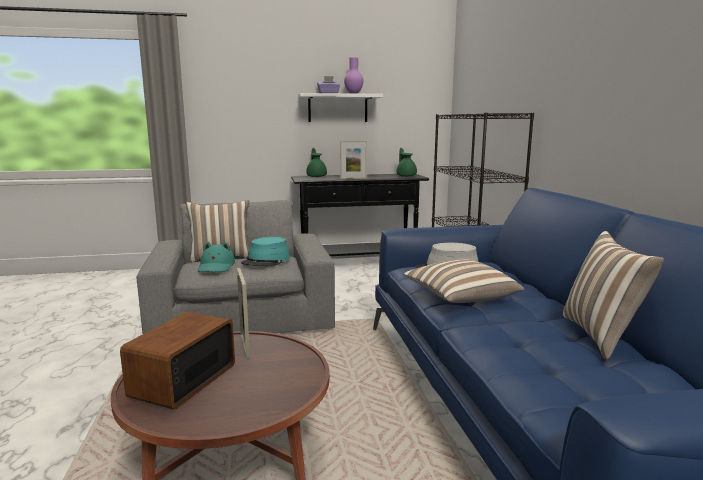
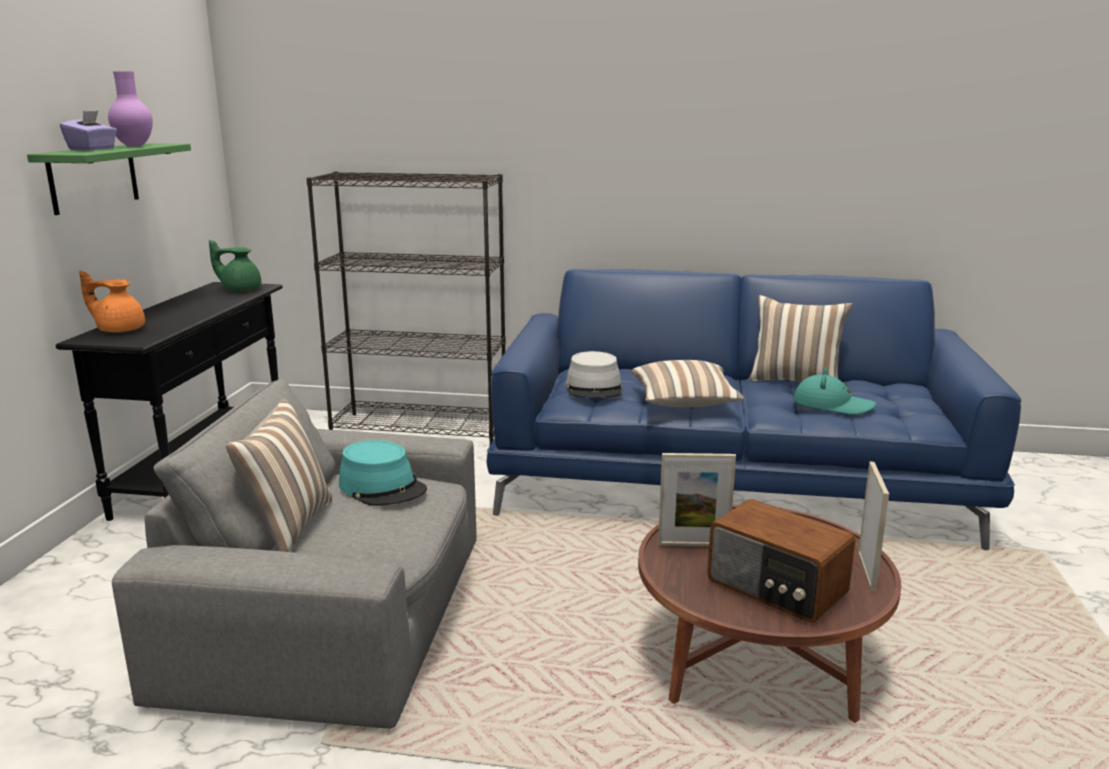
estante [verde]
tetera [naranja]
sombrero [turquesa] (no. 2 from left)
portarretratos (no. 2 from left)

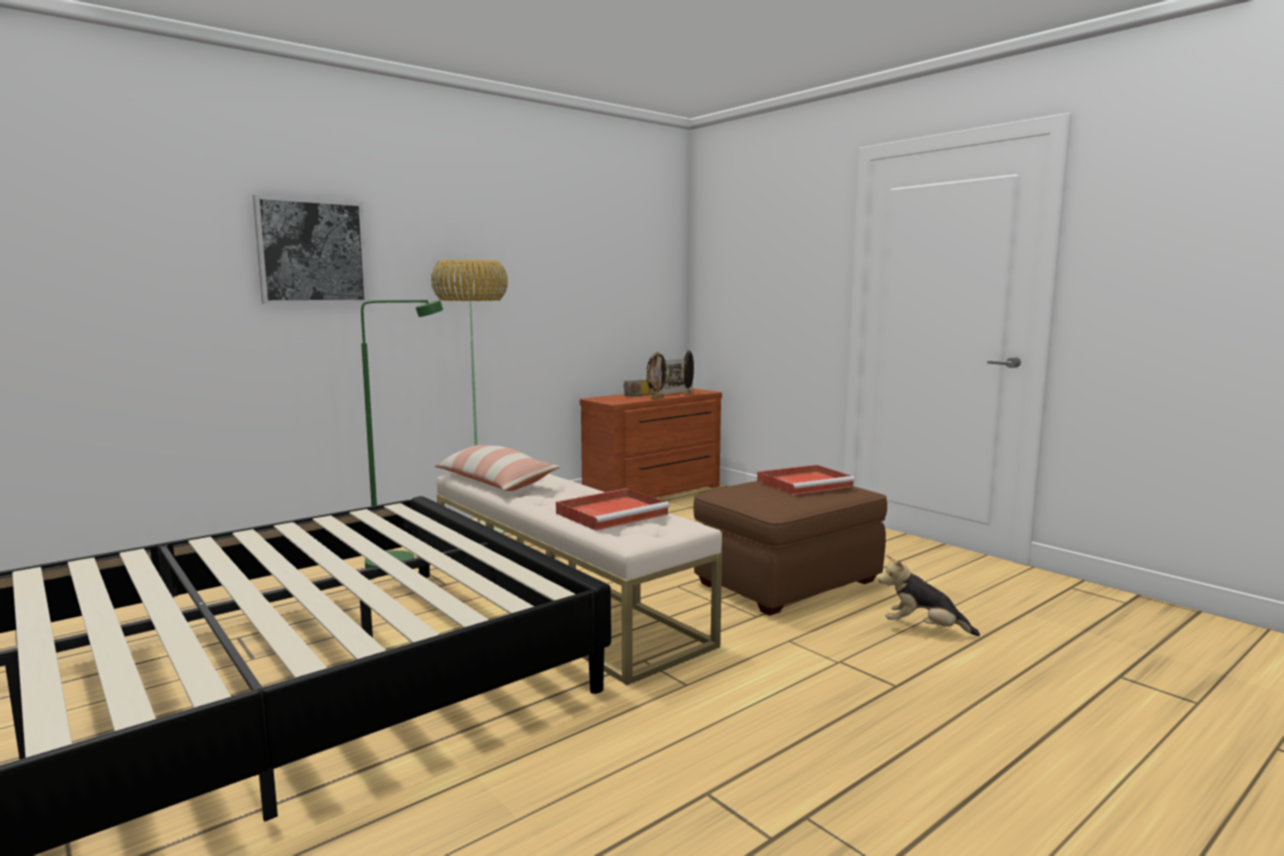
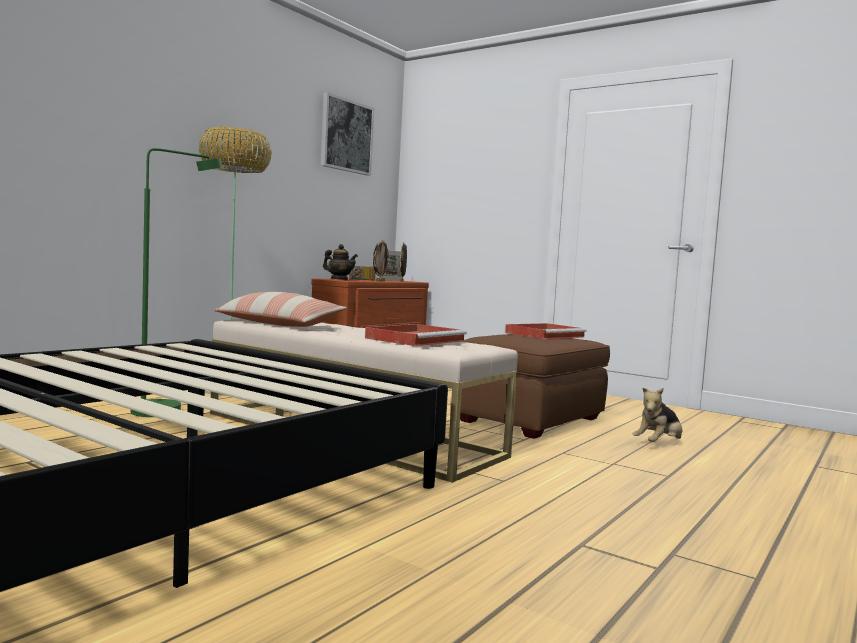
cuadro
tetera
peluche

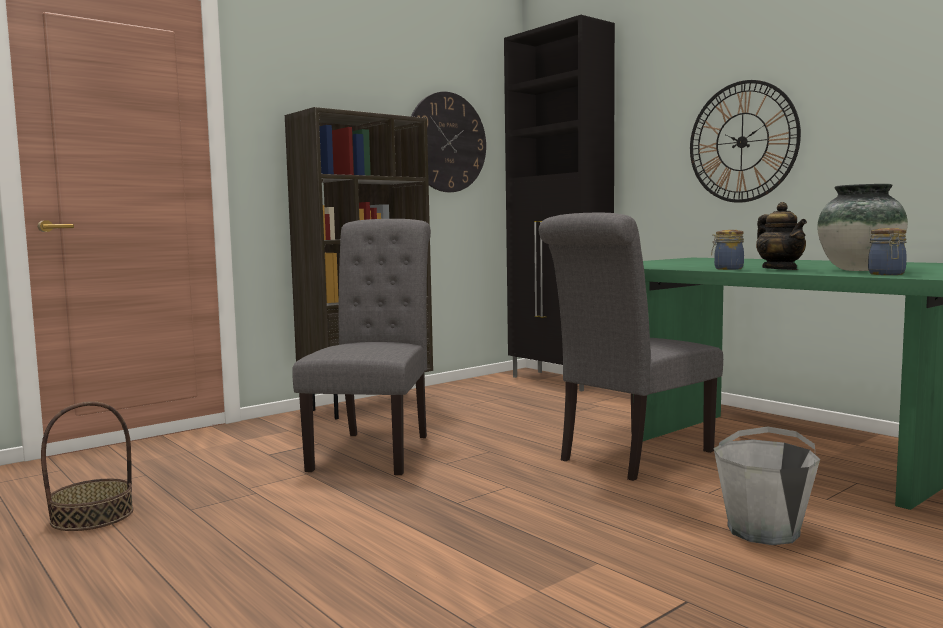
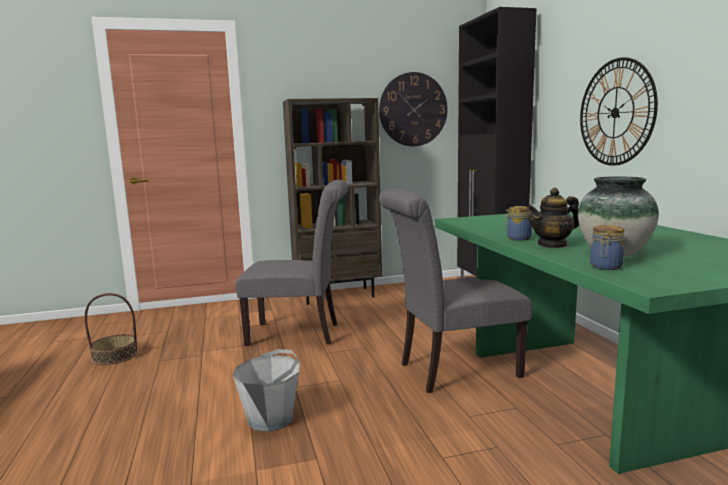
cubo [gris]
silla [gris] (no. 1 from left)
tetera

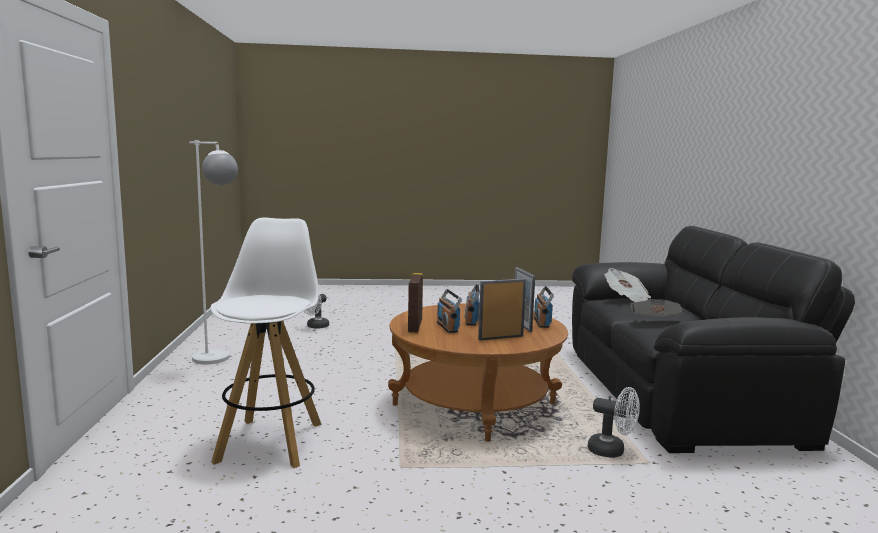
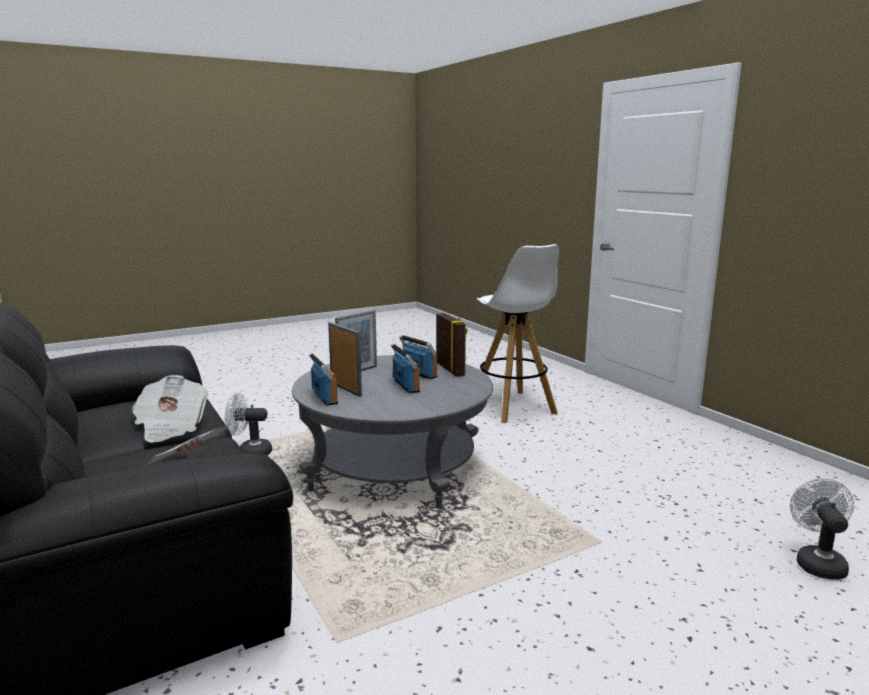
mesa de centro [gris]
lámpara de pie [blanco]

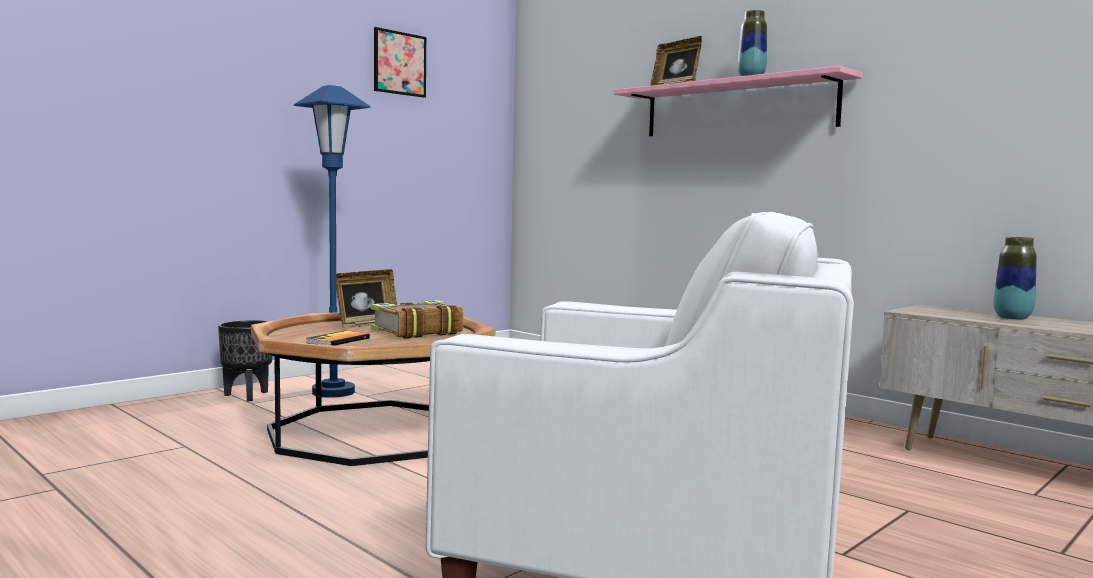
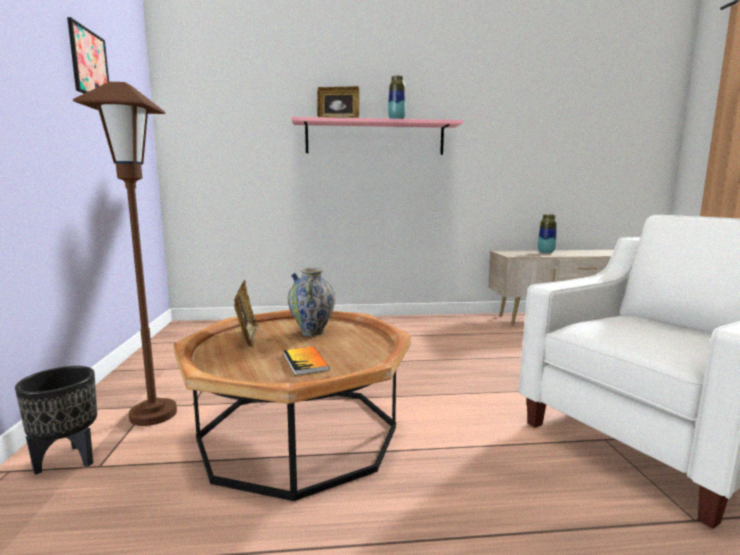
lámpara de pie [marrón]
florero (no. 1 from left)

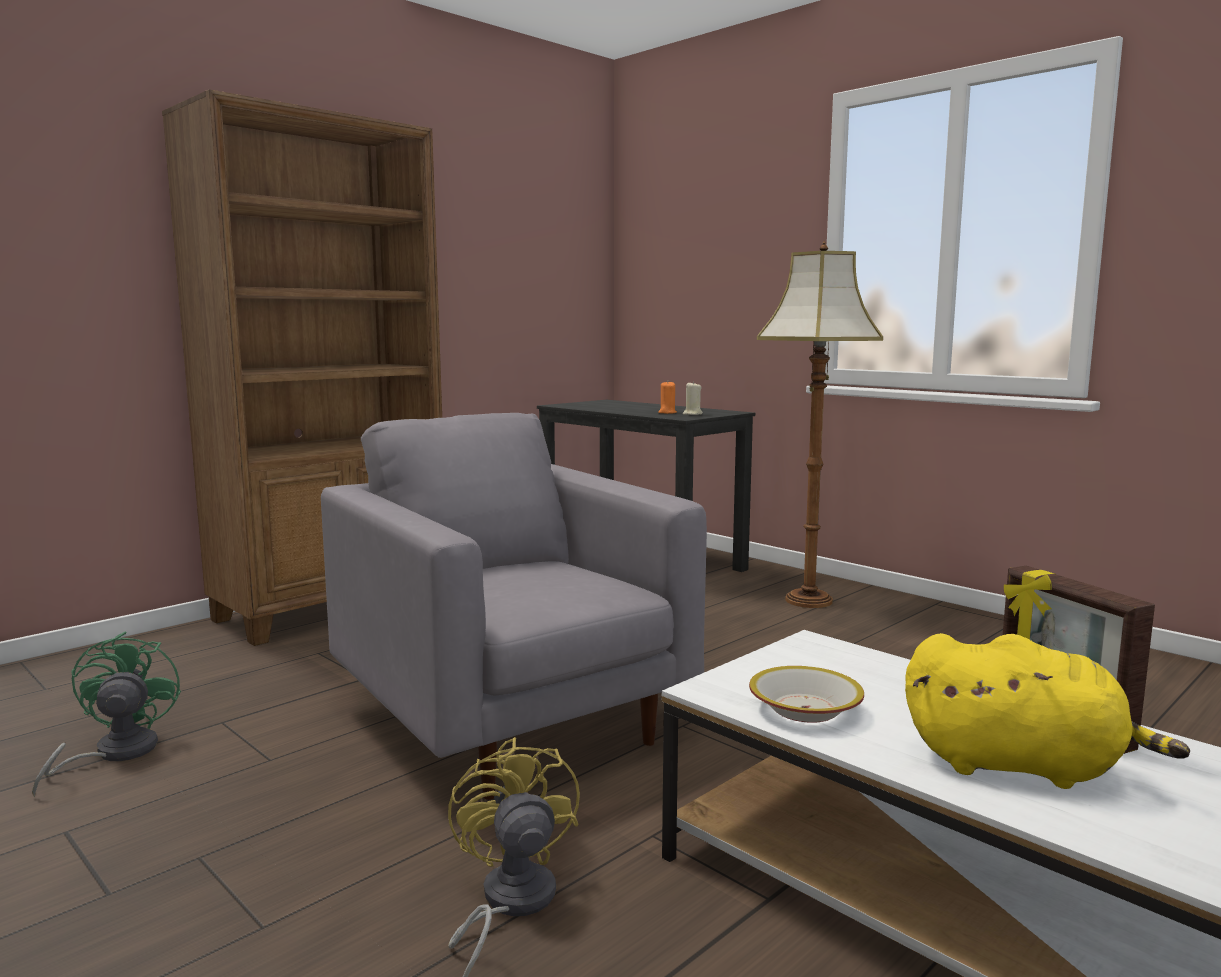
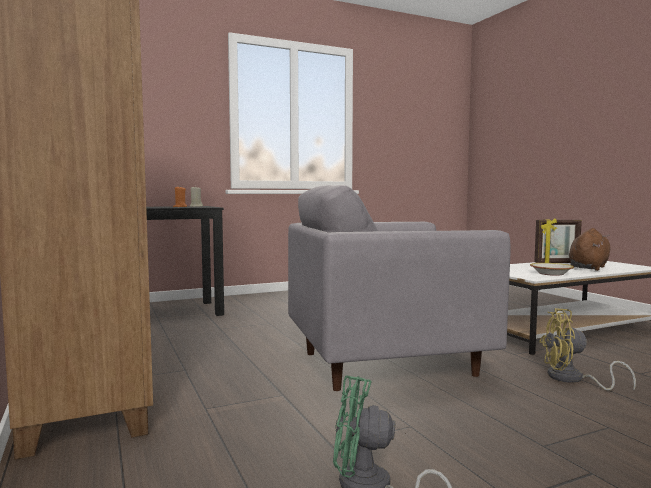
peluche [marrón]
lámpara de pie

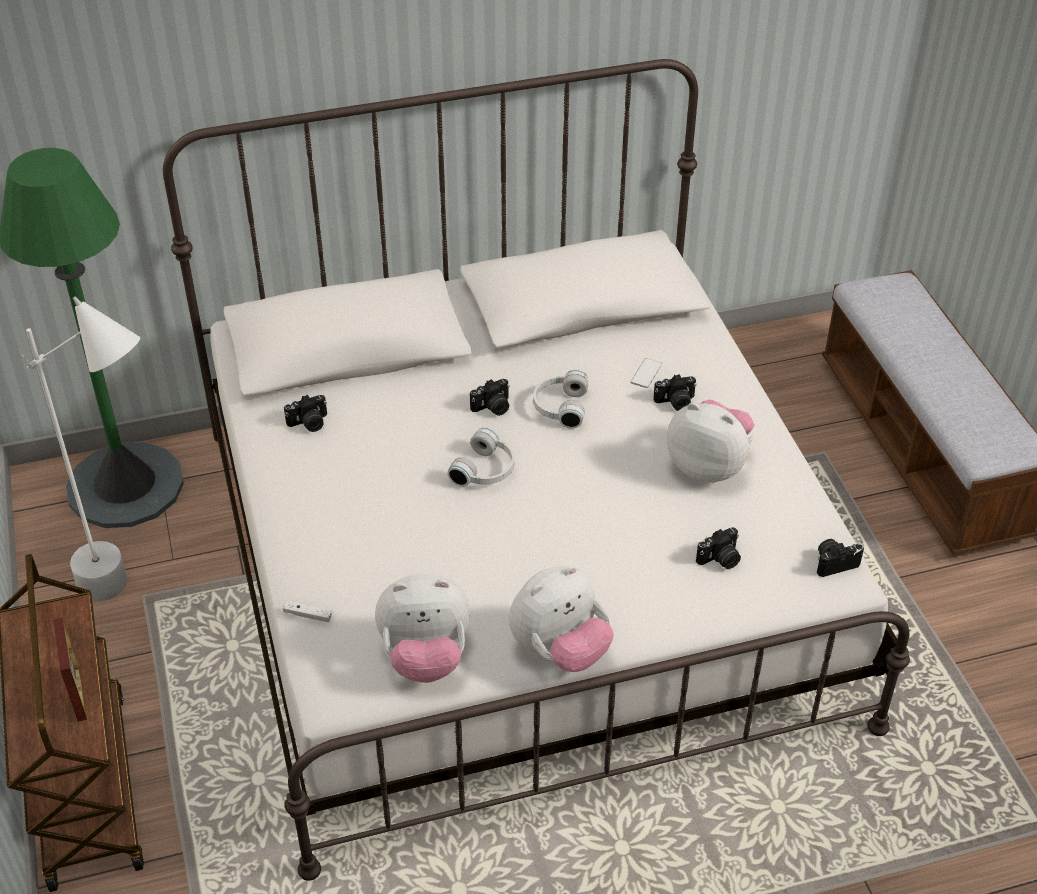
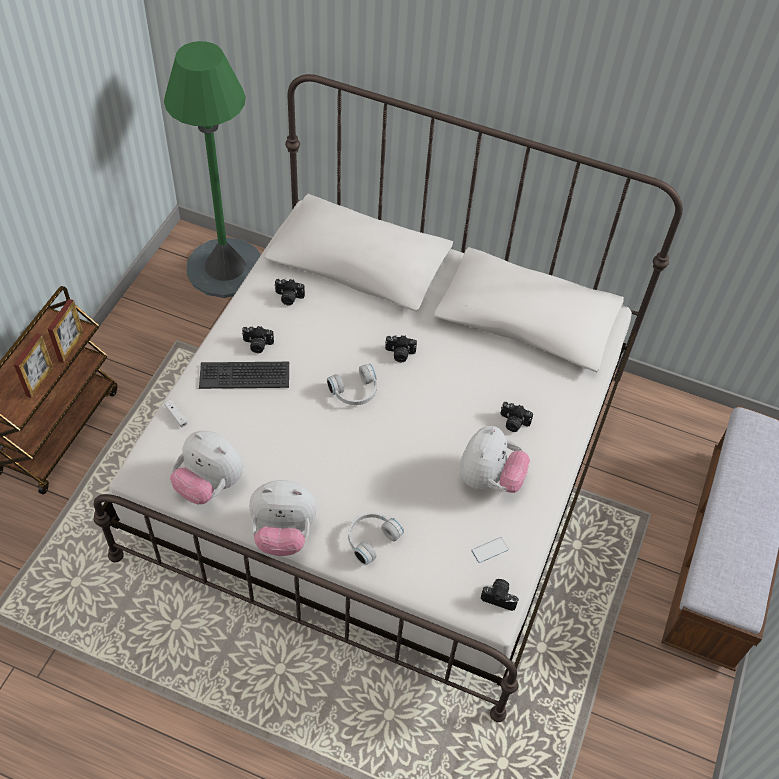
portarretratos (no. 2 from left)
teclado
cámara (no. 1 from left)
auriculares [blanco] (no. 2 from left)
peluche (no. 3 from left)
móvil
lámpara de pie [blanco]

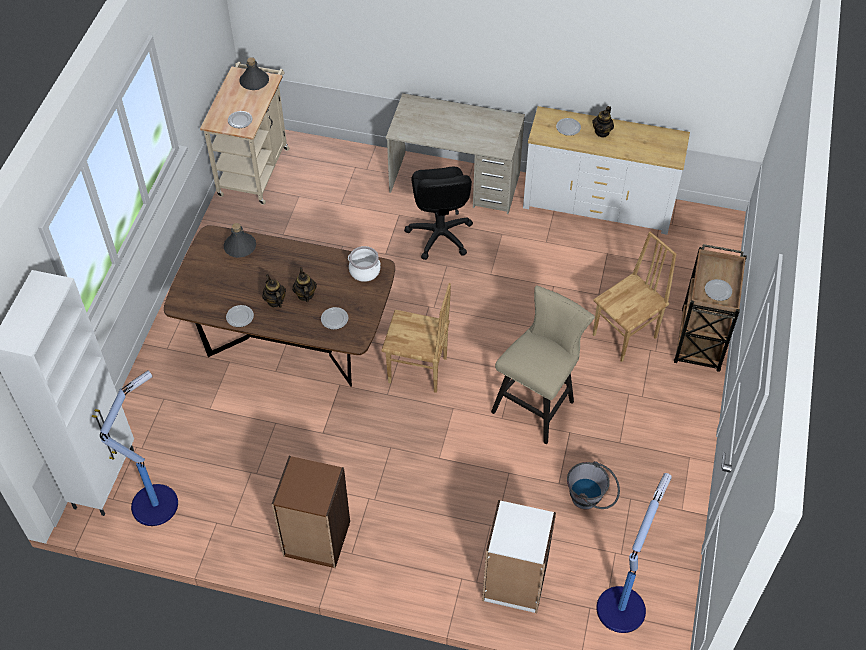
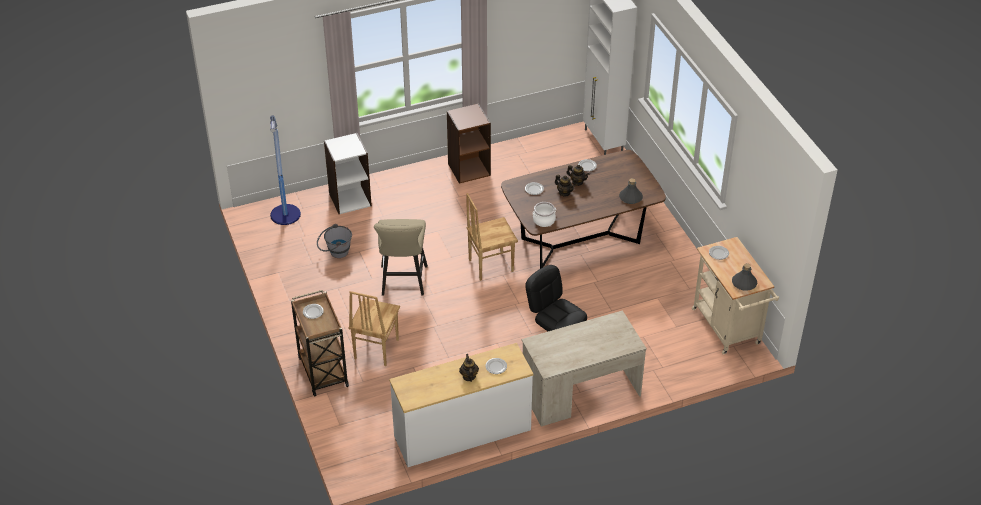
lámpara de pie (no. 1 from left in the first image)

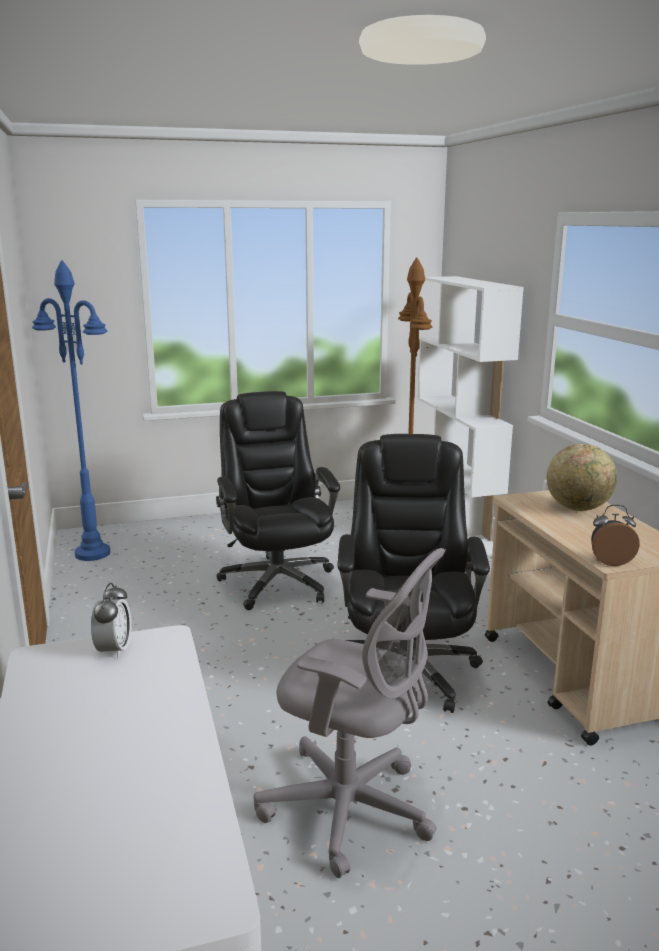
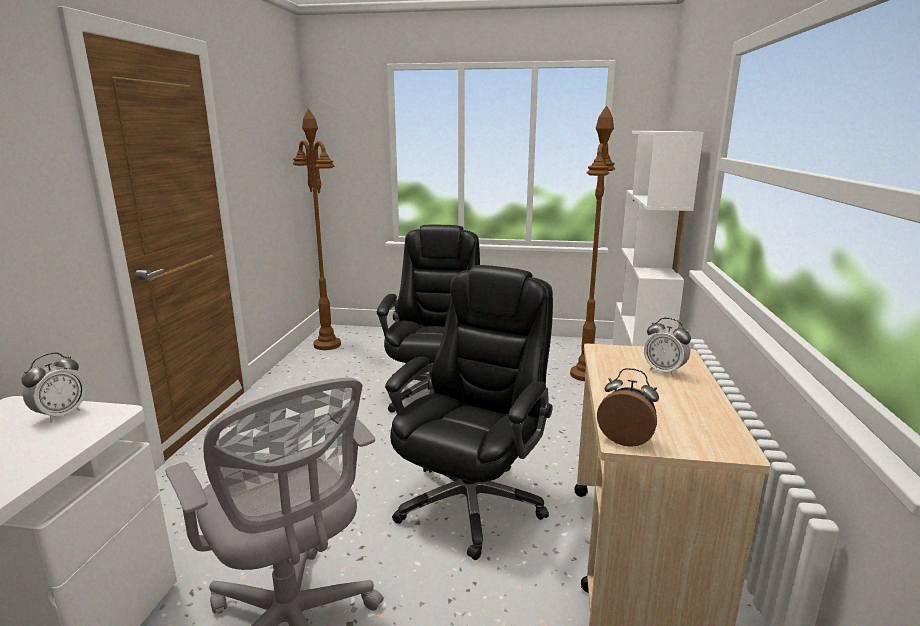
lámpara de pie [marrón] (no. 1 from left)
despertador (no. 3 from left)

